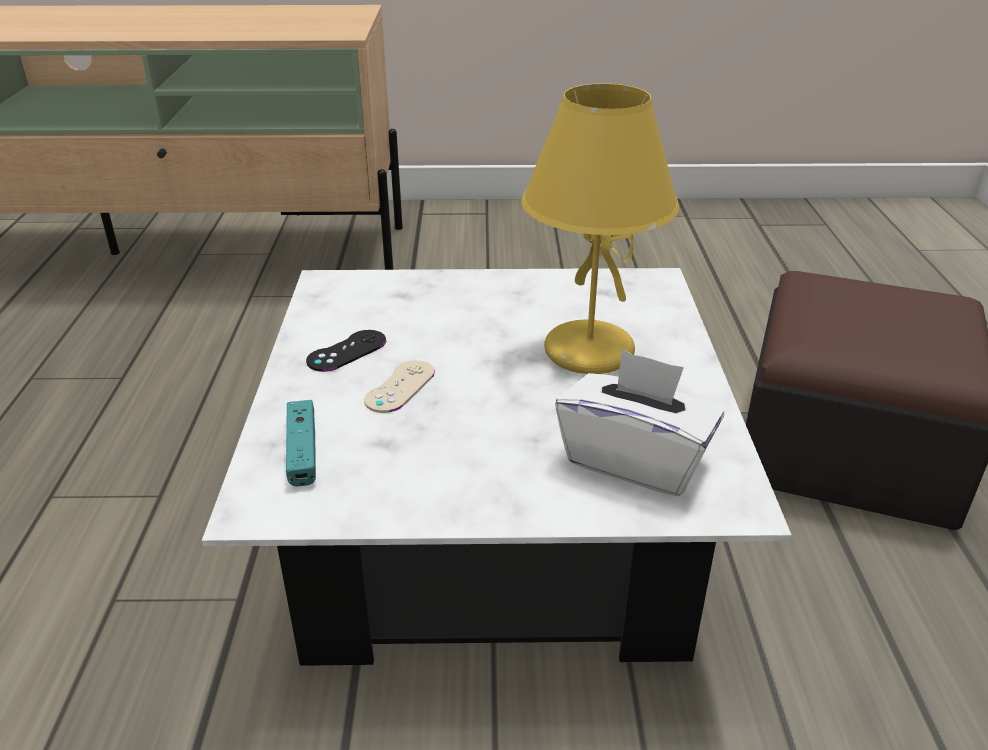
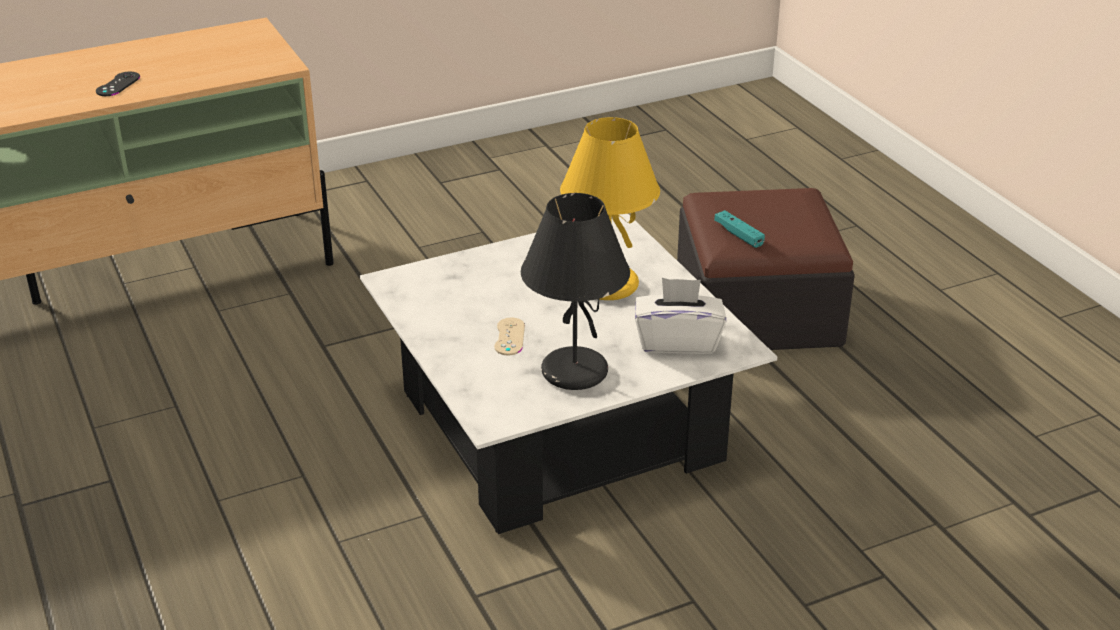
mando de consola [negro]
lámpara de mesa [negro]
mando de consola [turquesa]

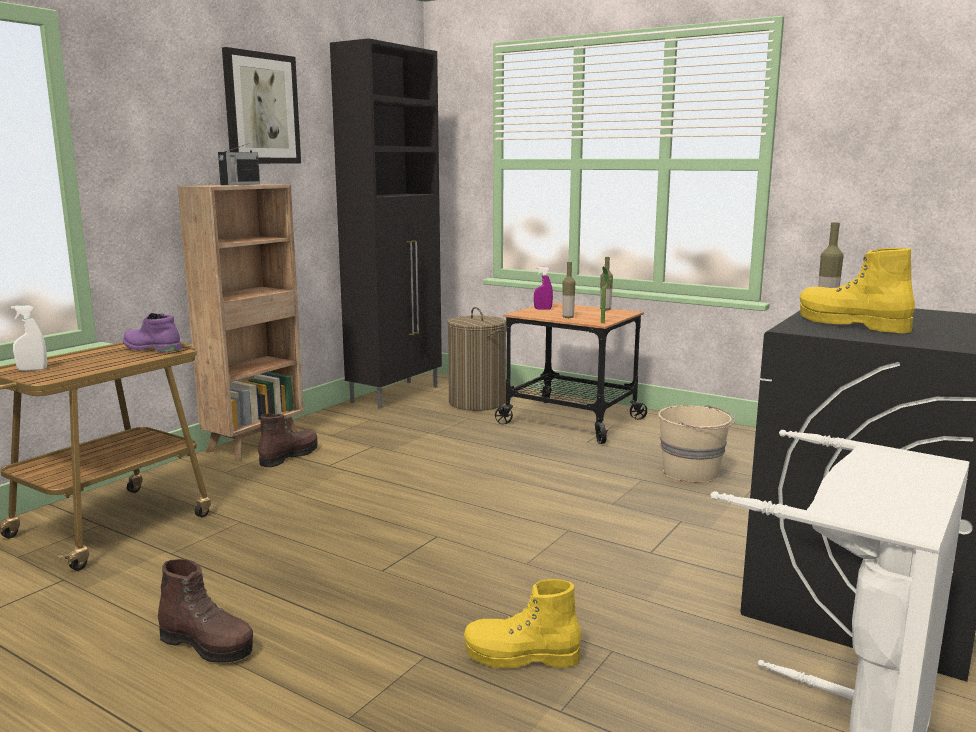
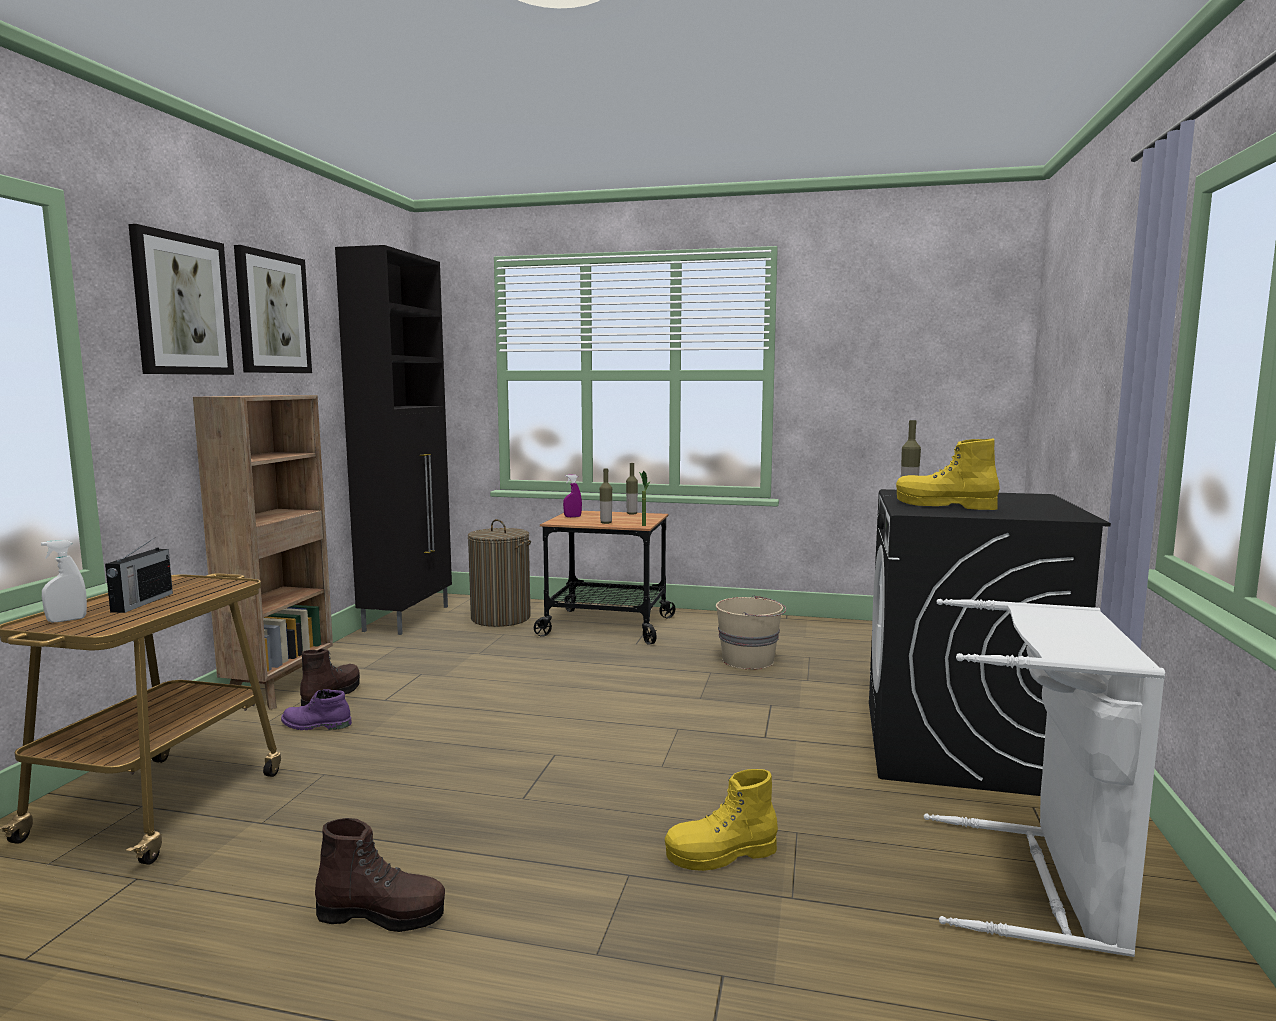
radio
cuadro (no. 1 from left)
bota [morado]

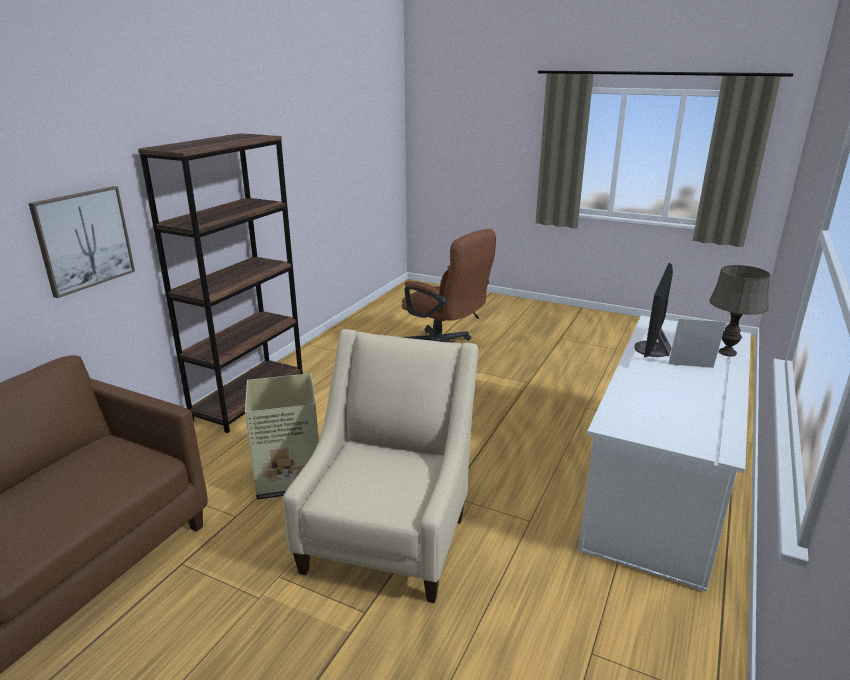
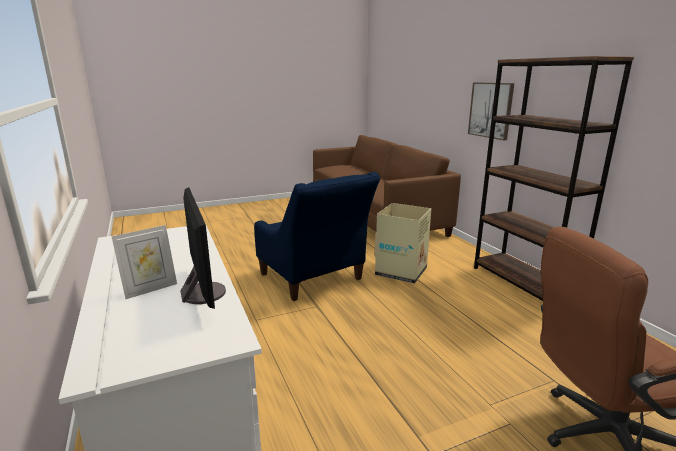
sillón [azul]
lámpara de mesa [gris]

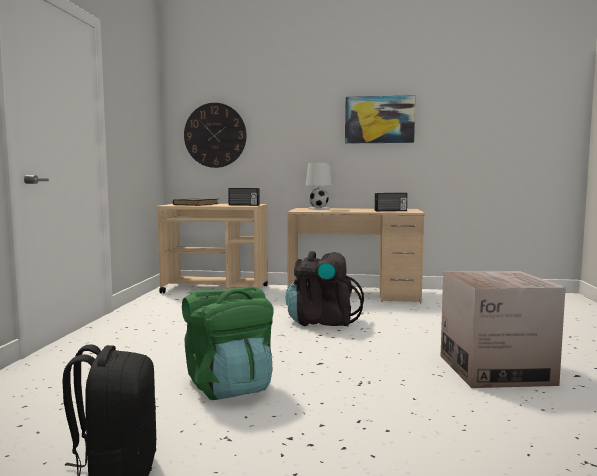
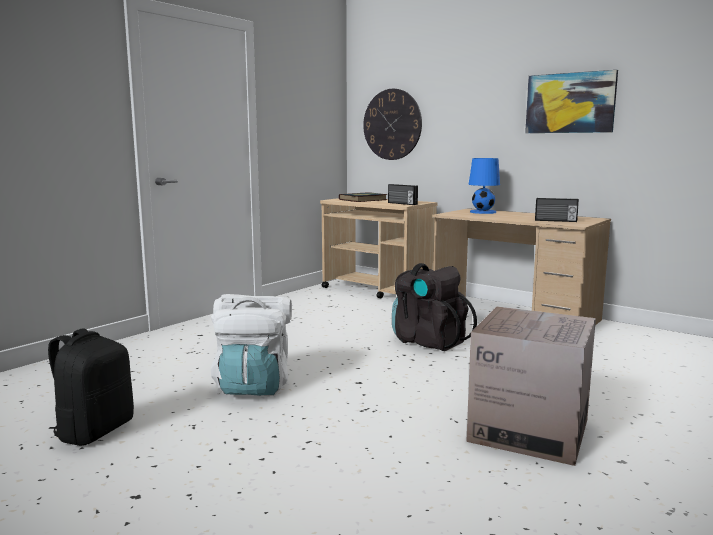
mochila [blanco]
lámpara de mesa [azul]

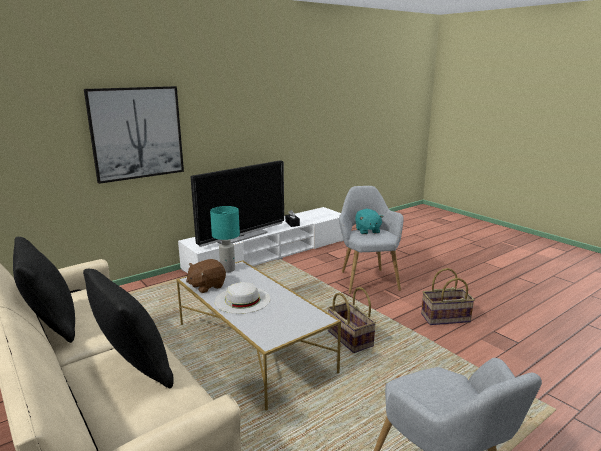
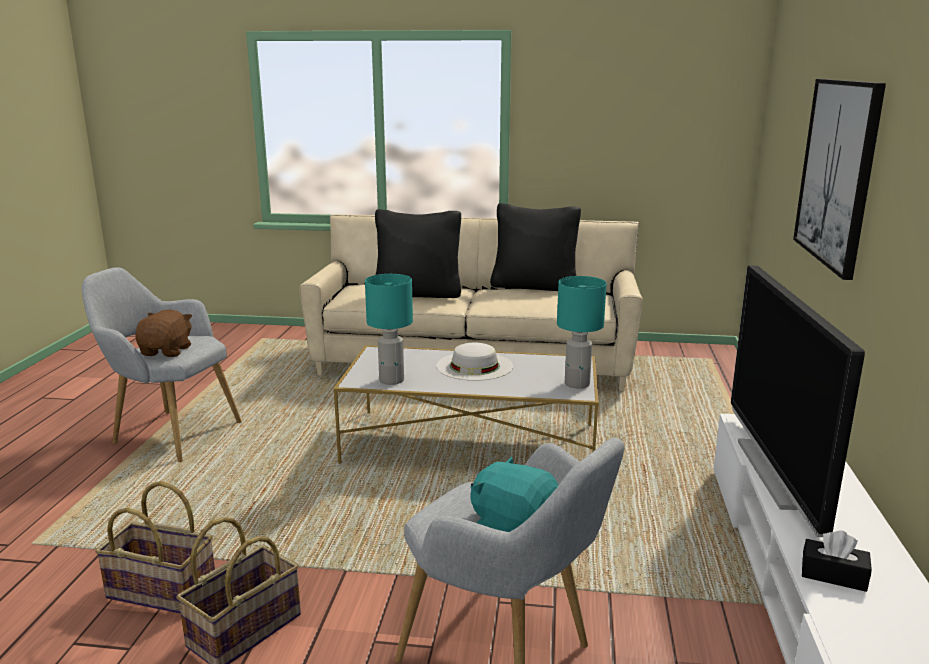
cesta (no. 1 from left)
peluche [marrón]
lámpara de mesa [turquesa] (no. 1 from left)

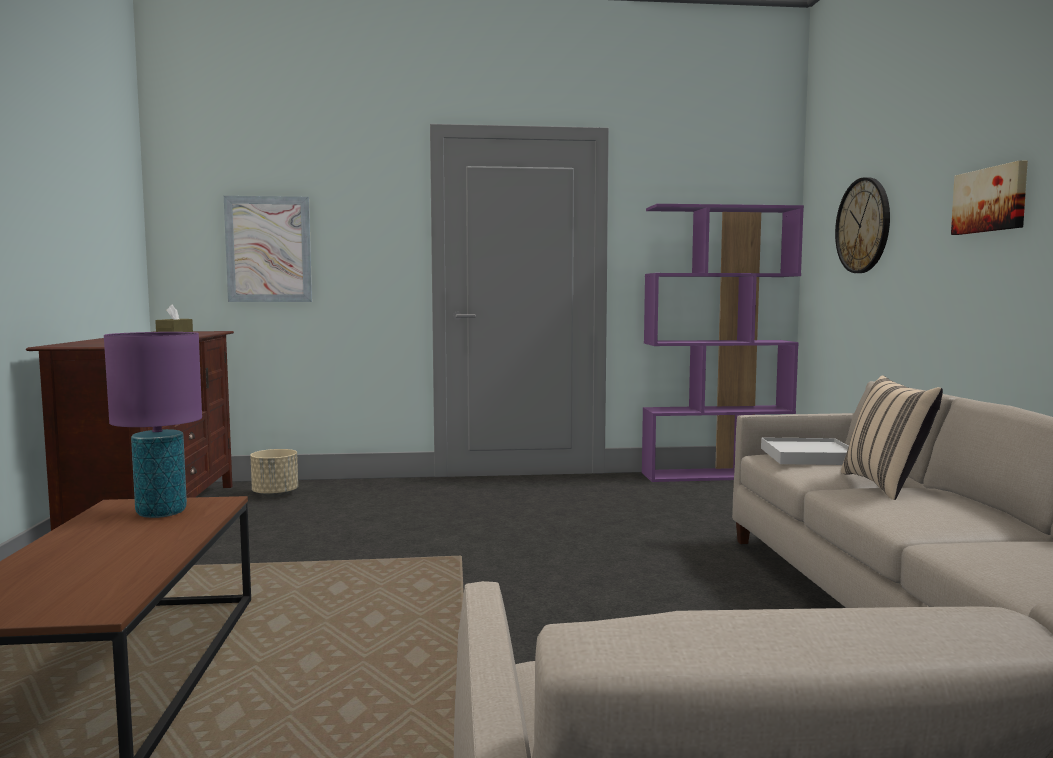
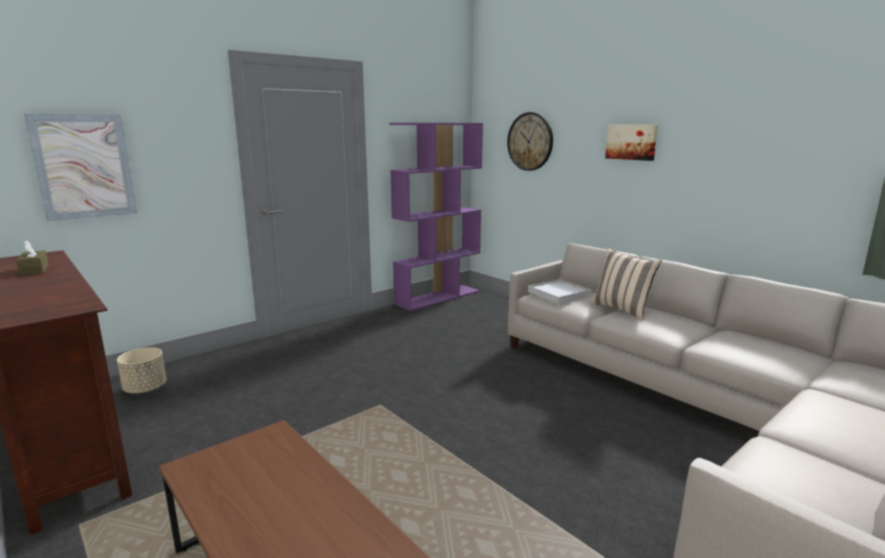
lámpara de mesa [morado]

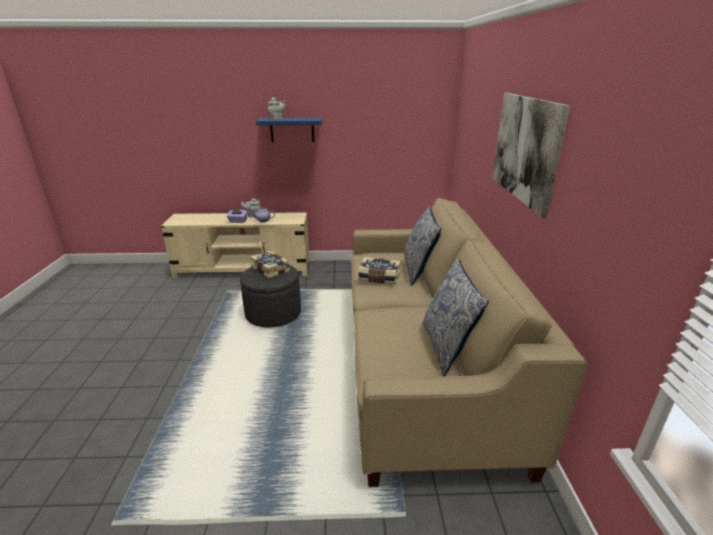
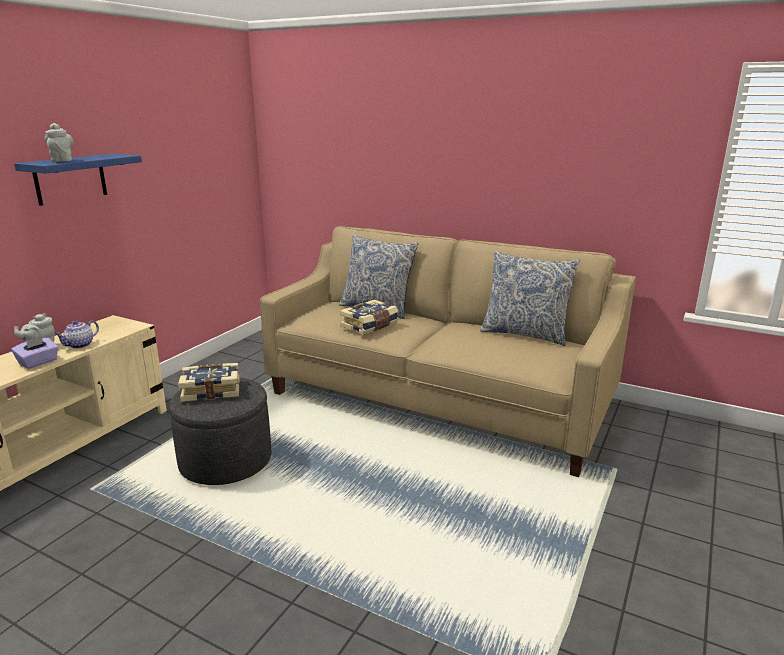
cuadro

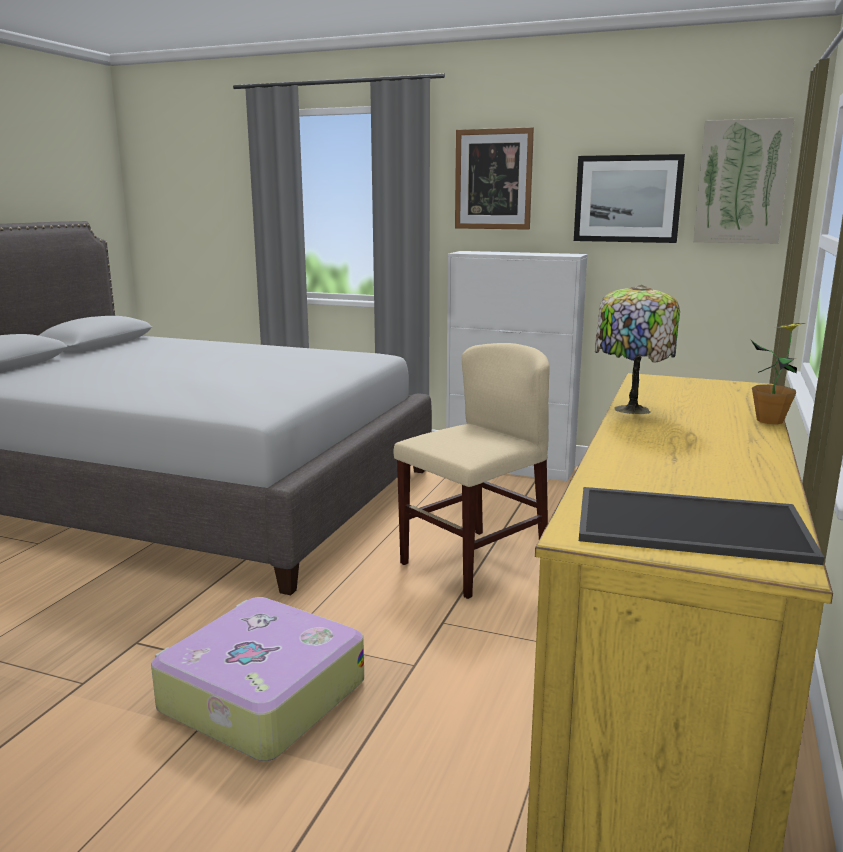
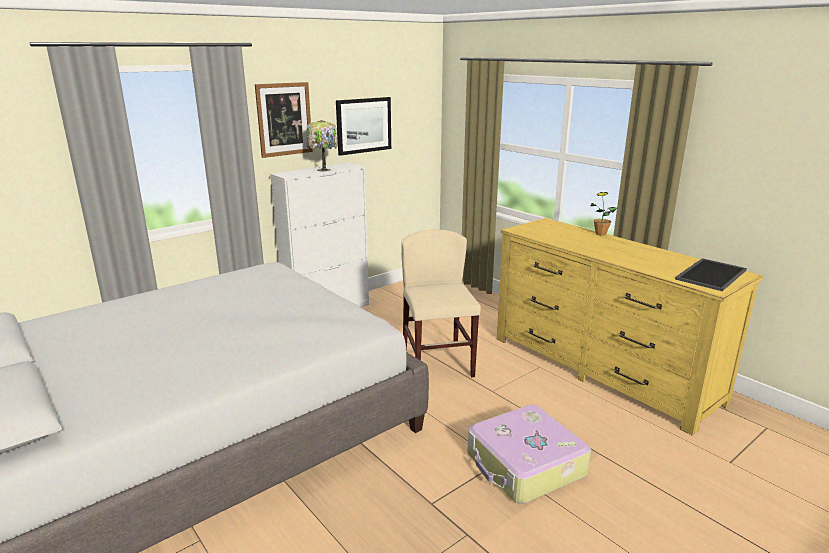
lámpara de mesa
cuadro (no. 3 from left in the first image)

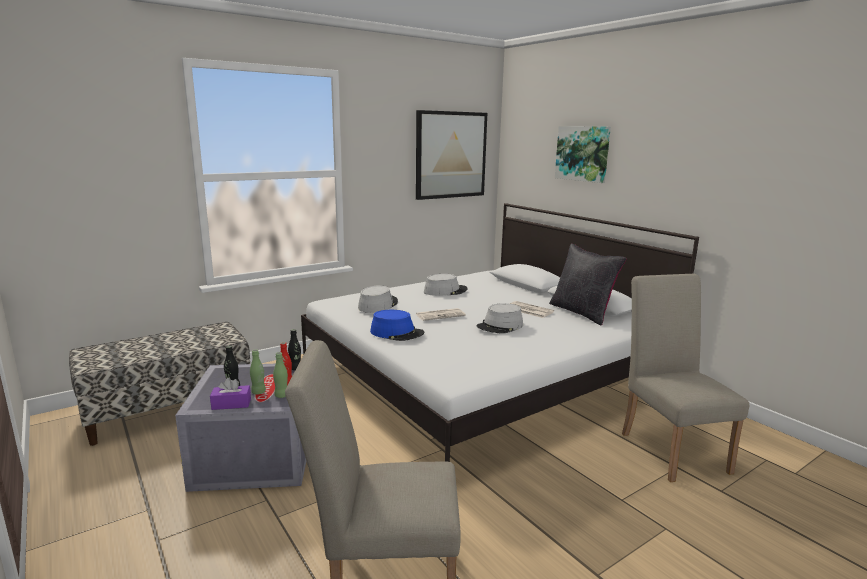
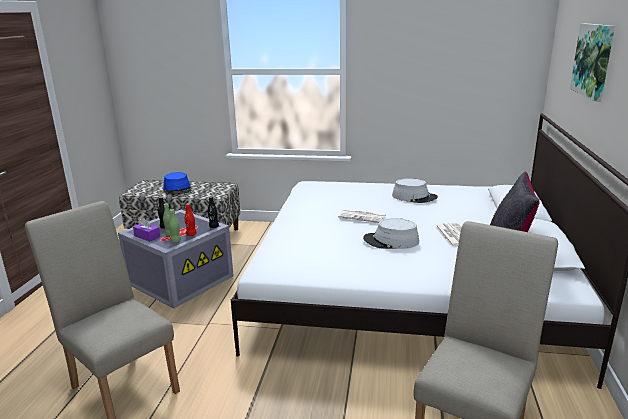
sombrero [azul]
sombrero [gris] (no. 1 from left in the first image)
cuadro (no. 1 from left in the first image)

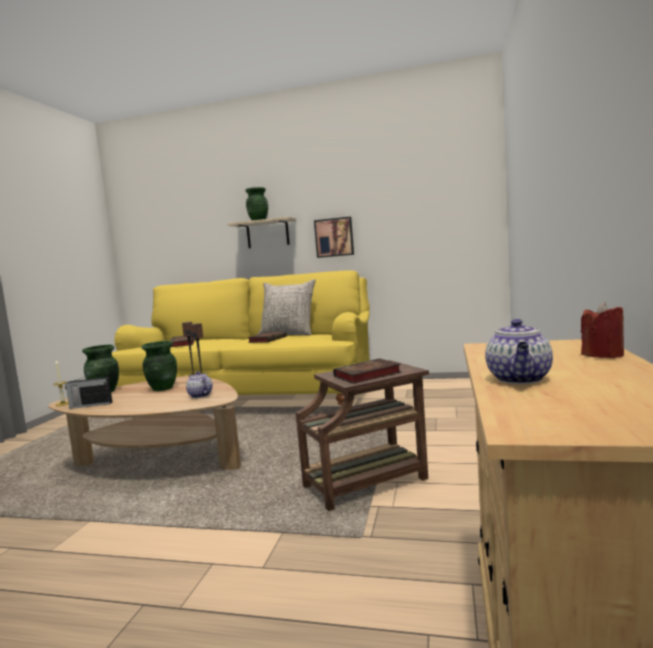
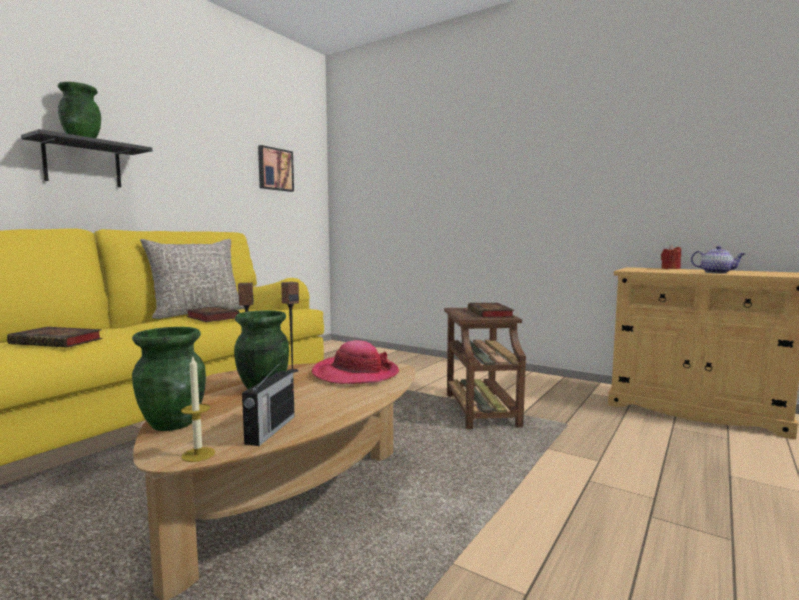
estante [negro]
cuadro
sombrero

